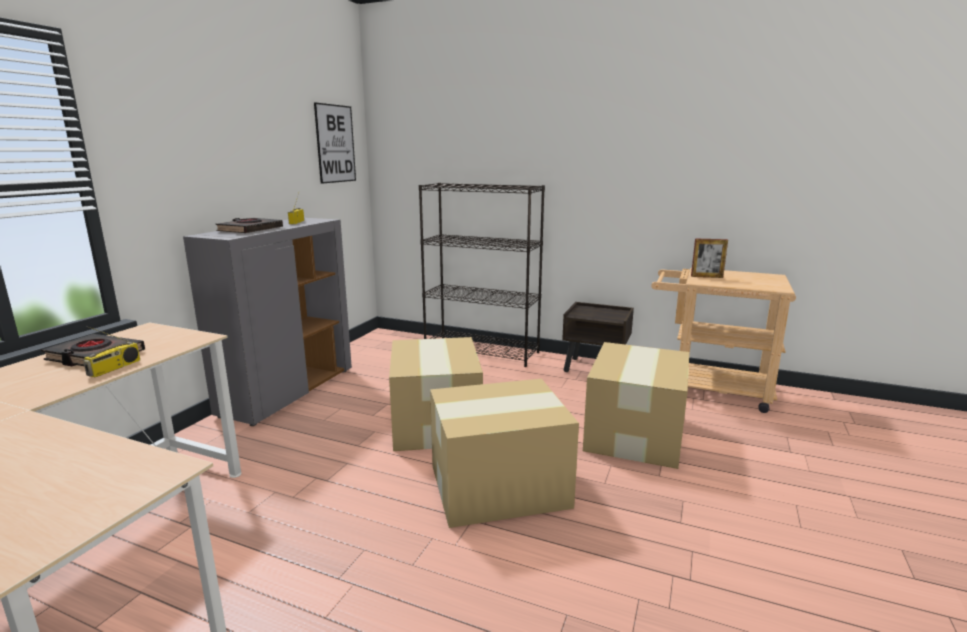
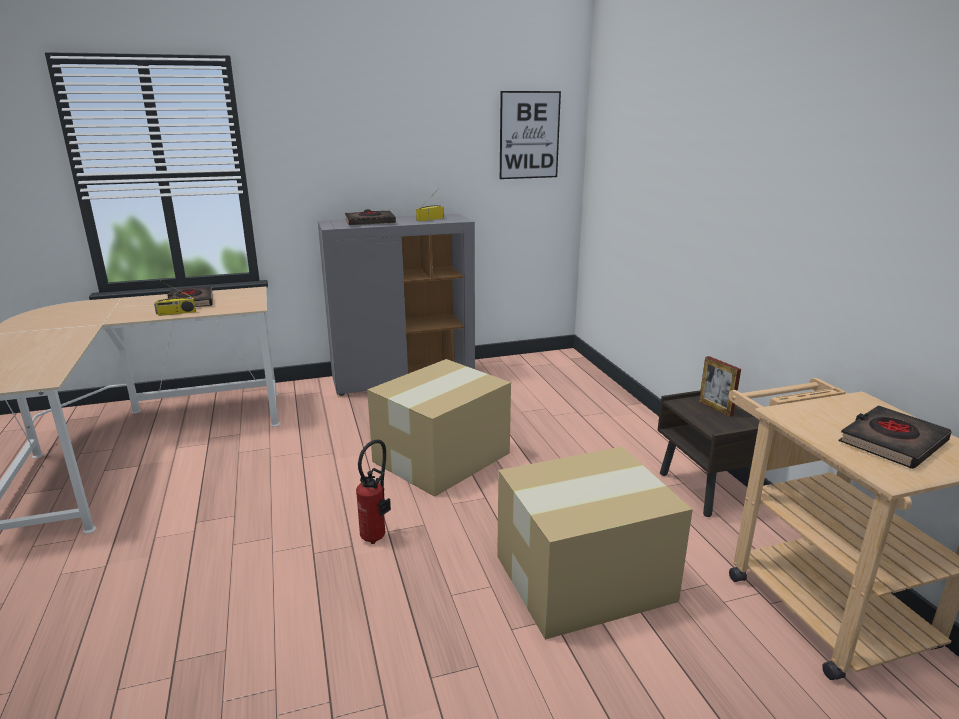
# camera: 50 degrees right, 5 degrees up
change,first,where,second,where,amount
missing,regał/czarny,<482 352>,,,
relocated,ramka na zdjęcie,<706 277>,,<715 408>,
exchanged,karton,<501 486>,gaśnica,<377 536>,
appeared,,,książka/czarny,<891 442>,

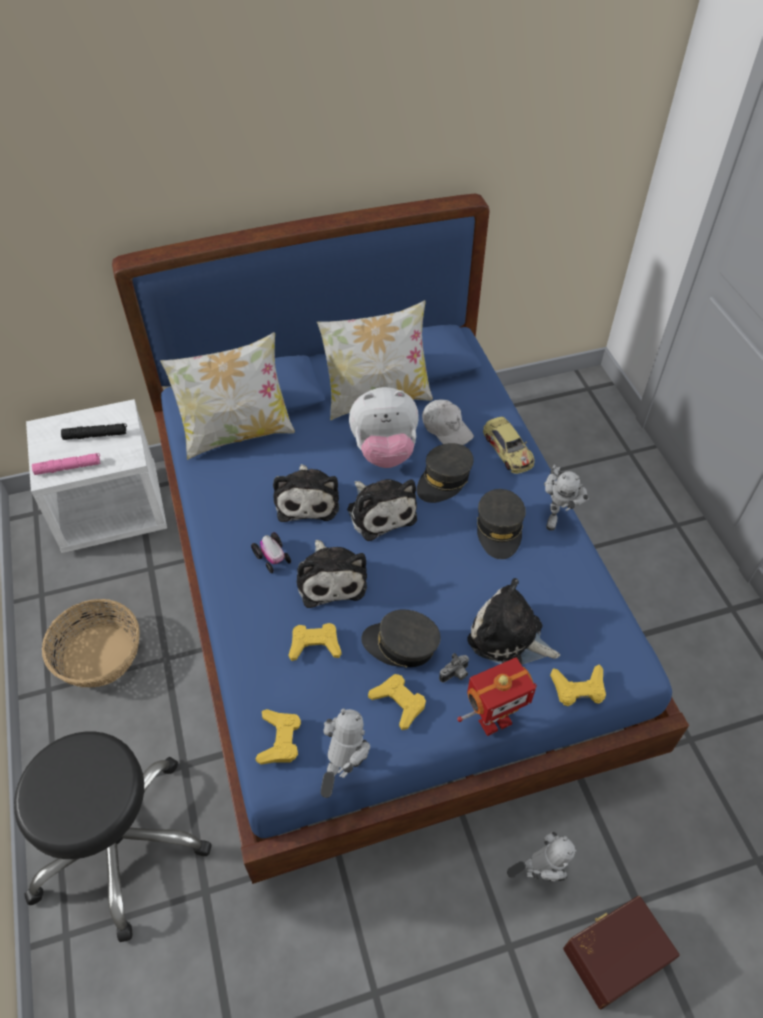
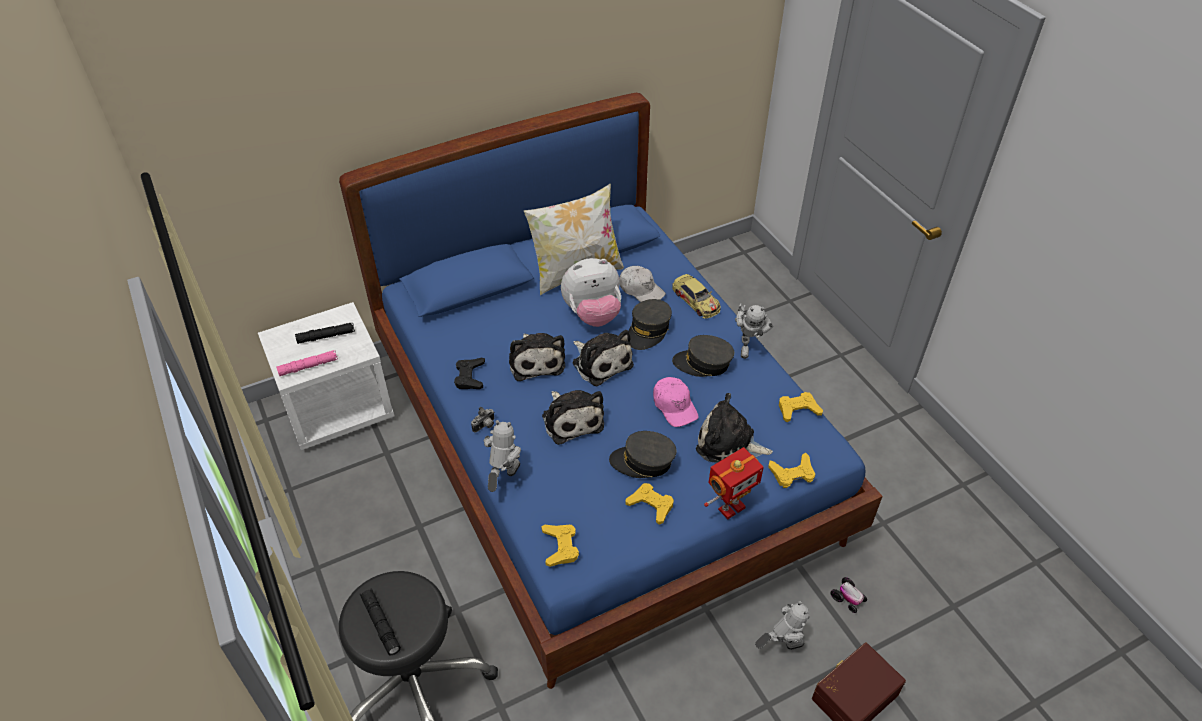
# camera: 10 degrees left, 5 degrees down
change,first,where,second,where,amount
missing,poduszka,<237 434>,,,
spun,czapka z daszkiem/szary,<499 529>,,<703 363>,105 degrees clockwise
relocated,samochodzik,<272 557>,,<847 598>,
missing,koszyk,<100 656>,,,
relocated,pad do gier/żółty,<315 644>,,<798 409>,
relocated,aparat fotograficzny,<455 675>,,<485 426>,
relocated,robot zabawkowy,<344 769>,,<503 479>,
appeared,,,pad do gier/czarny,<470 376>,
appeared,,,czapka z daszkiem/różowy,<674 406>,
appeared,,,latarka/czarny,<381 624>,

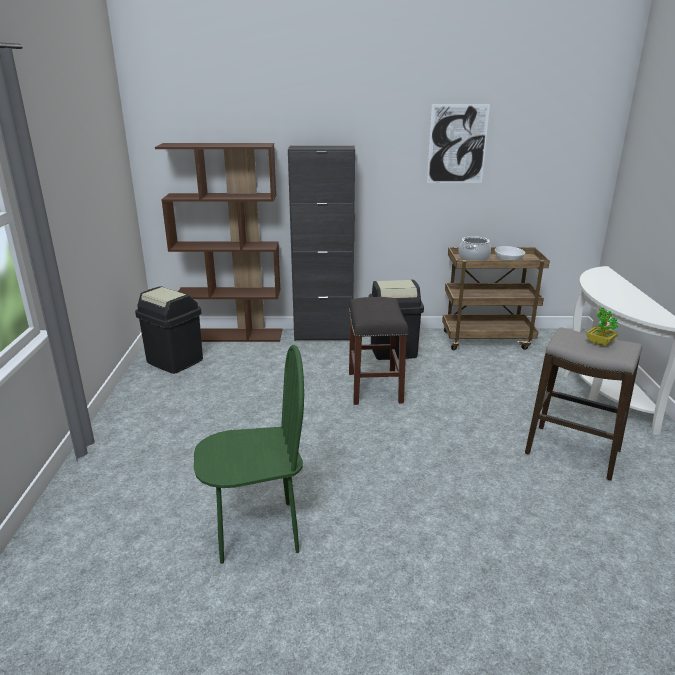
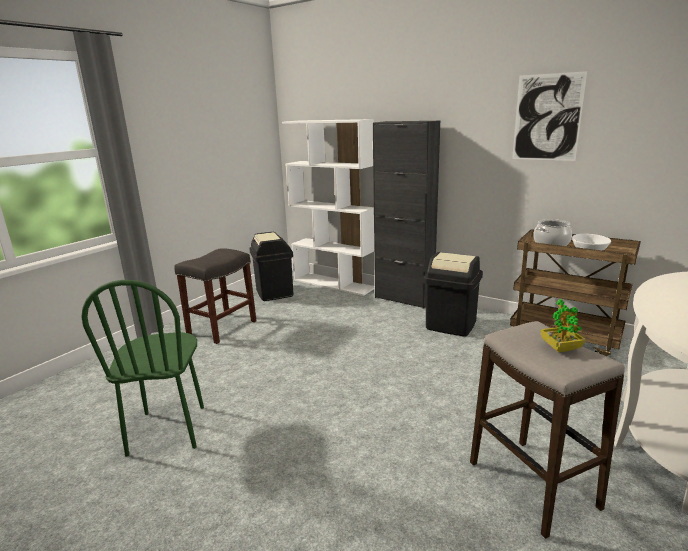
# camera: 35 degrees right, 5 degrees down
change,first,where,second,where,amount
colour,regał/brązowy,<232 335>,regał/biały,<334 284>,
relocated,stołek/szary,<375 388>,,<221 328>,
spun,krzesło/zielony,<257 532>,,<168 430>,60 degrees clockwise

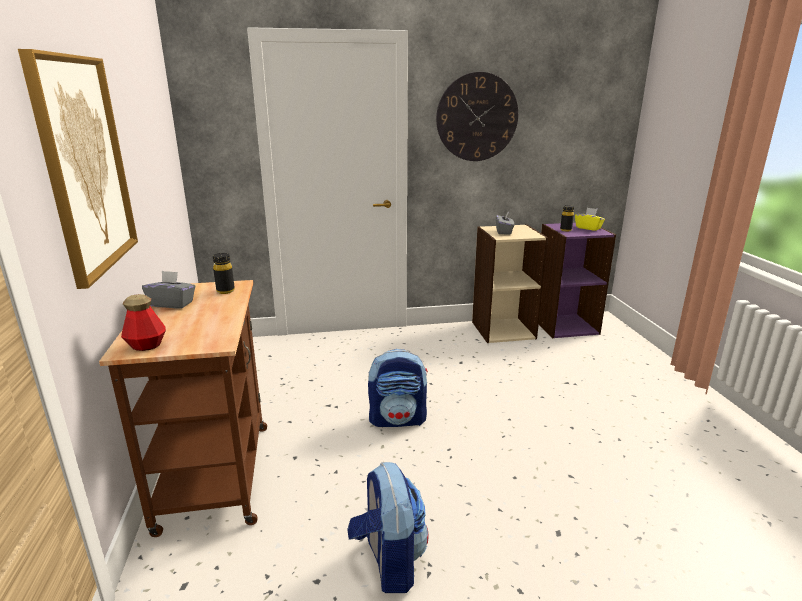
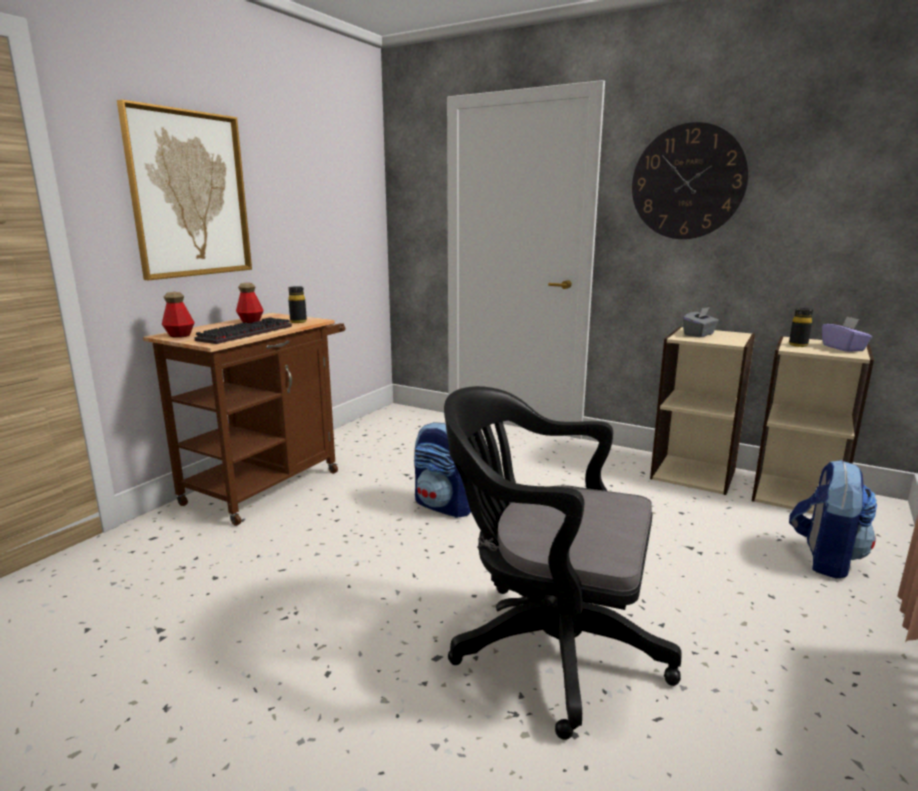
# camera: 40 degrees right, 5 degrees down
change,first,where,second,where,amount
colour,pudełko chusteczek/żółty,<588 228>,pudełko chusteczek/fioletowy,<843 348>,
colour,regał/fioletowy,<565 325>,regał/beżowy,<796 494>,
exchanged,pudełko chusteczek/szary,<172 304>,butelka,<250 322>,
relocated,plecak,<388 561>,,<824 558>,
appeared,,,klawiatura,<246 333>,
appeared,,,krzesło biurowe/czarny,<547 646>,

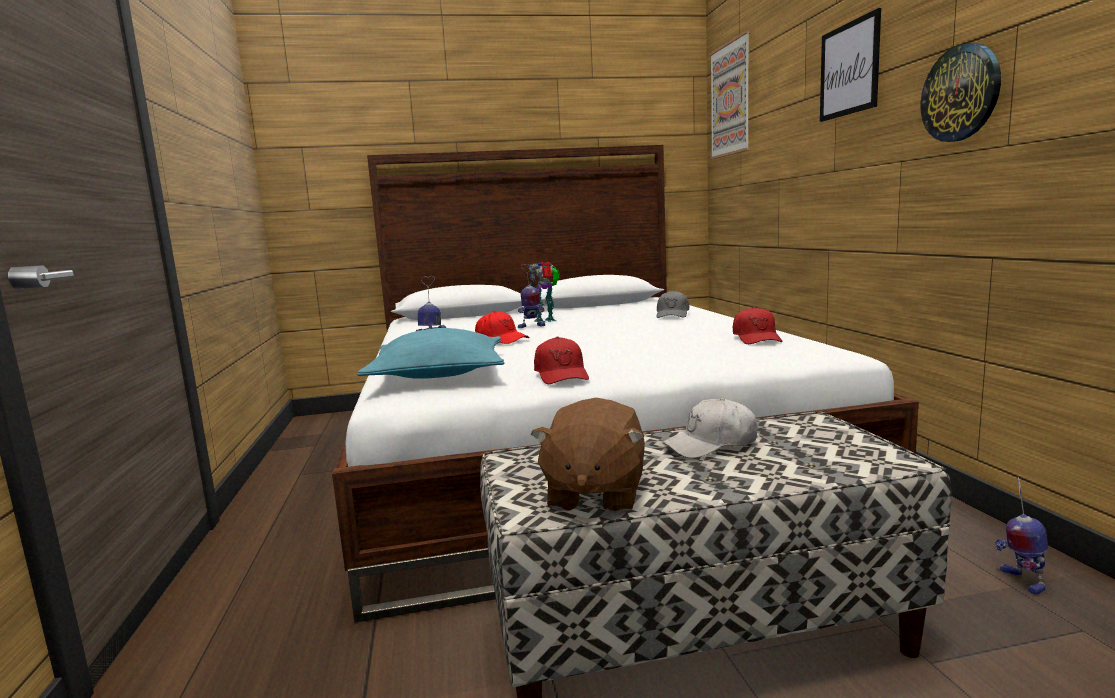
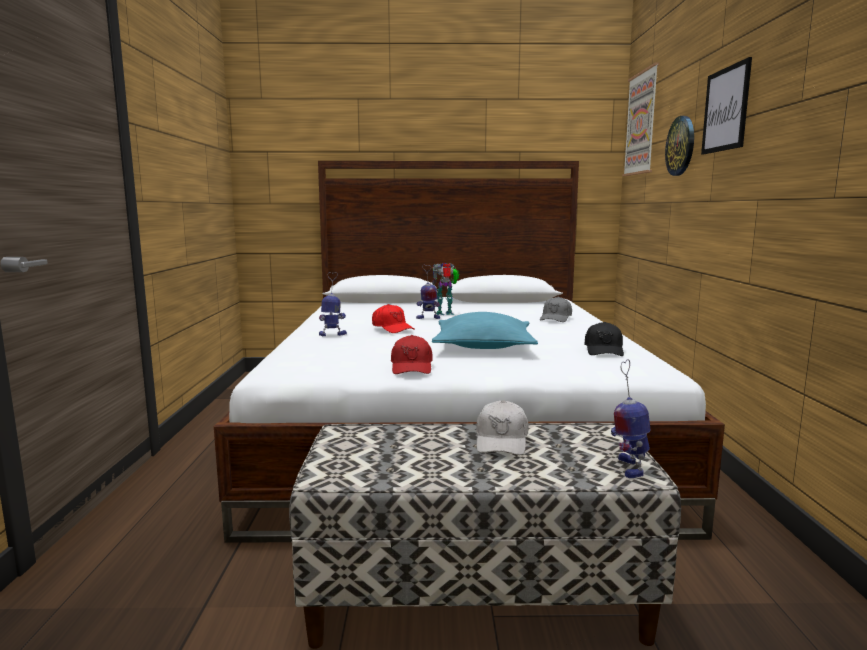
# camera: 10 degrees right, 0 degrees up
change,first,where,second,where,amount
relocated,zegar ścienny,<961 93>,,<681 146>,
colour,czapka z daszkiem/czerwony,<756 338>,czapka z daszkiem/czarny,<604 350>,
relocated,poduszka/turkusowy,<438 374>,,<483 346>,
missing,pluszak/brązowy,<594 494>,,,
spun,czapka z daszkiem/biały,<711 444>,,<502 441>,75 degrees counterclockwise
relocated,robot zabawkowy,<1021 580>,,<628 467>,

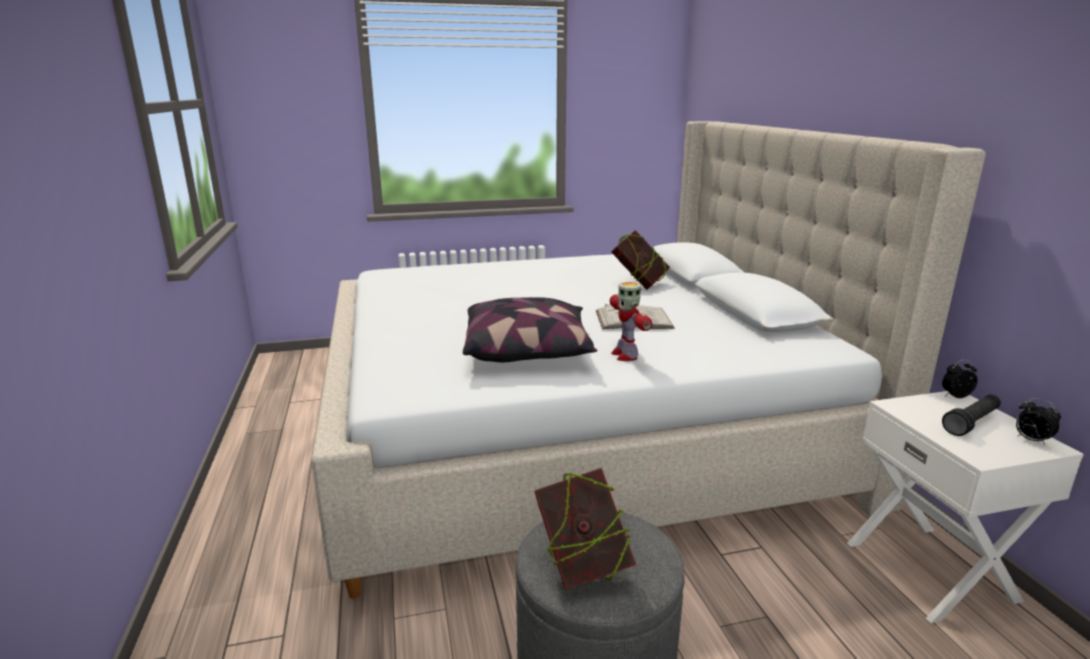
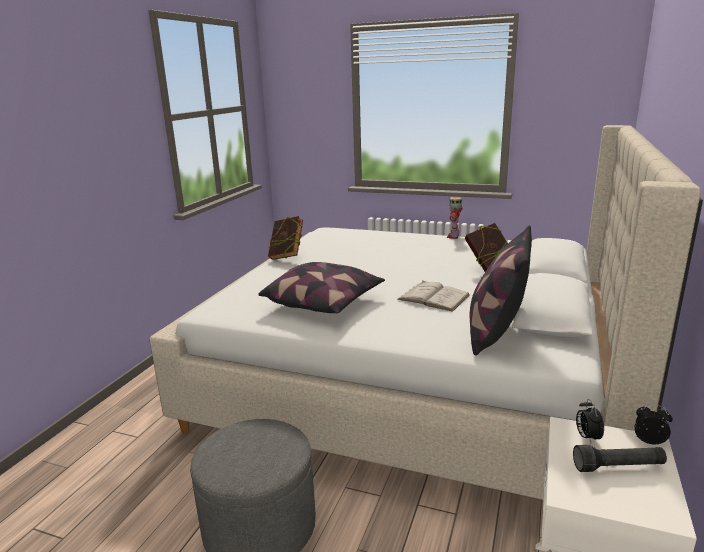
# camera: 35 degrees right, 0 degrees up
change,first,where,second,where,amount
relocated,robot zabawkowy,<625 355>,,<453 236>,
relocated,budzik,<1031 440>,,<587 437>,
relocated,książka,<583 566>,,<287 257>,
appeared,,,poduszka,<495 333>,

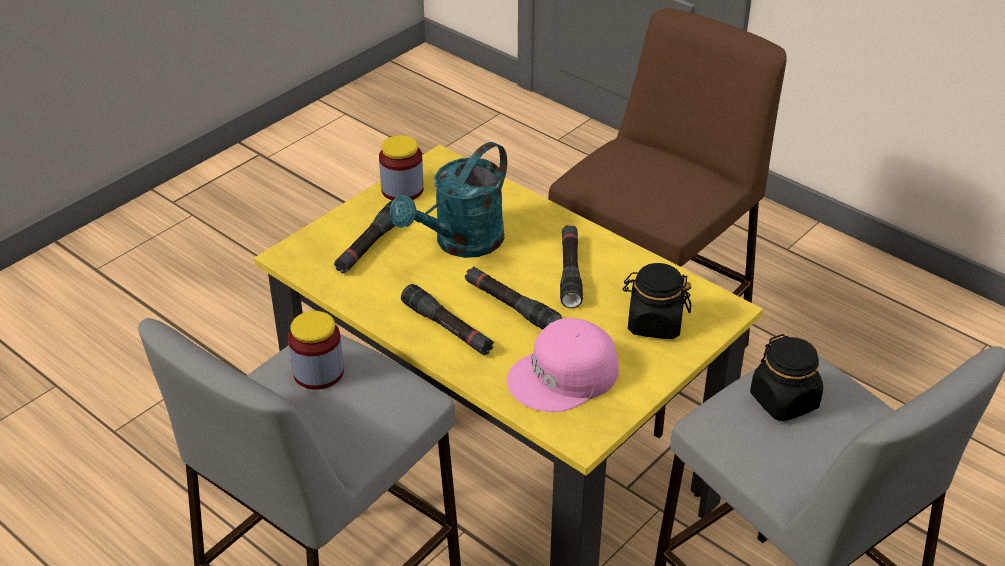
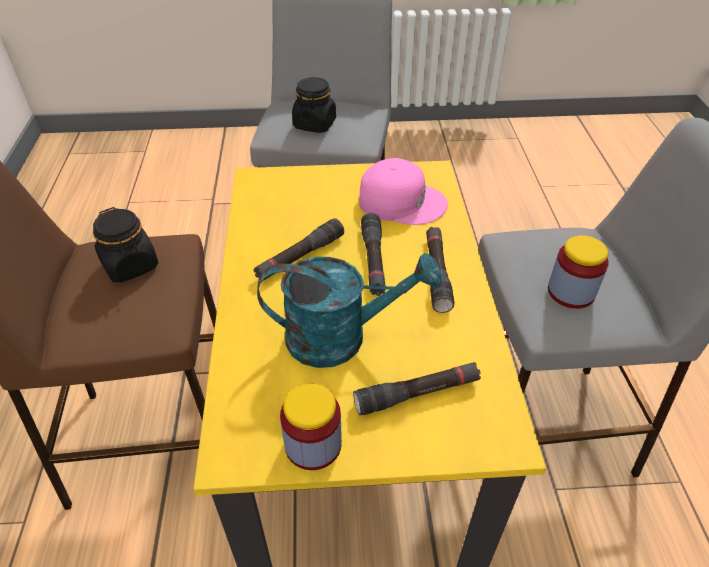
# camera: 135 degrees left, 5 degrees up
change,first,where,second,where,amount
relocated,słoik/czarny,<654 323>,,<130 265>,

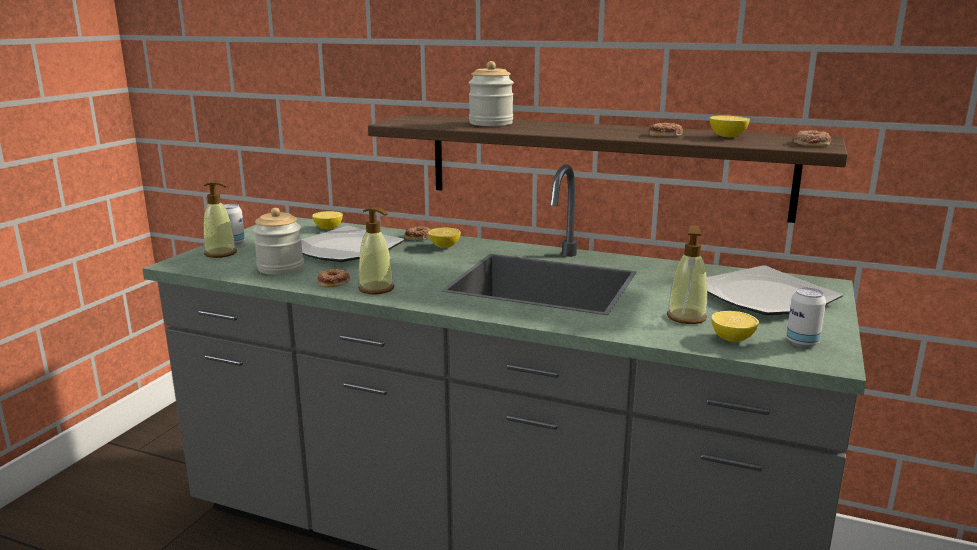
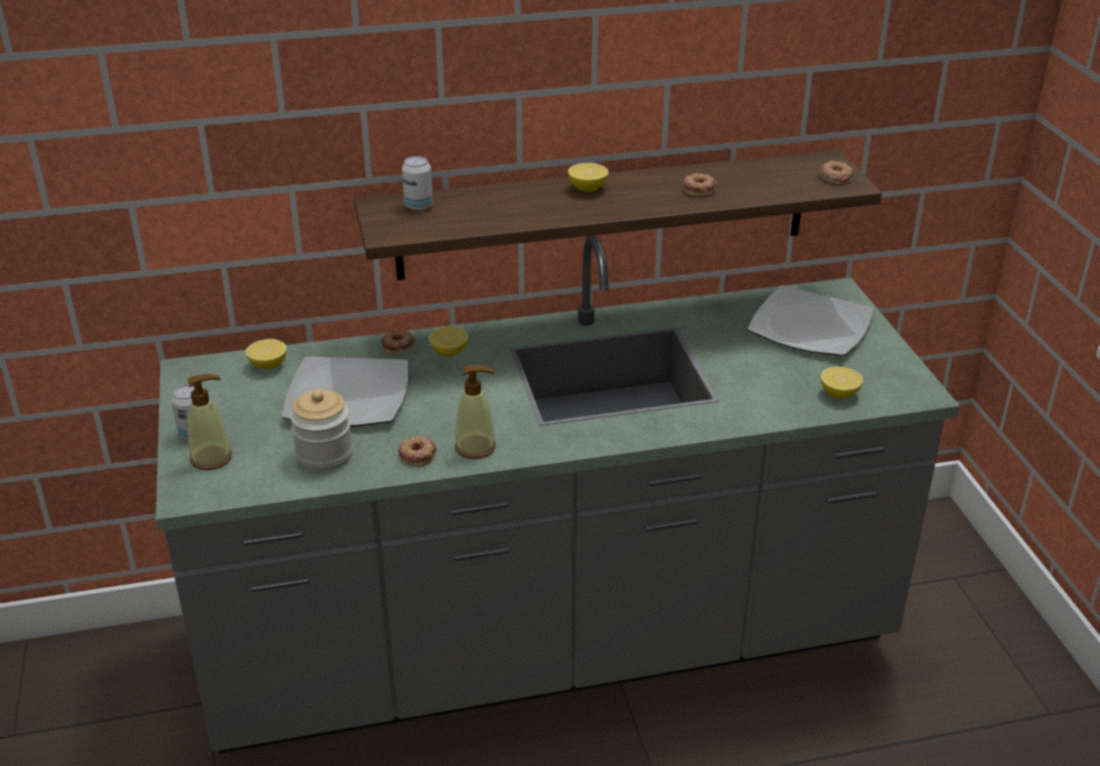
# camera: 35 degrees left, 15 degrees up
change,first,where,second,where,amount
missing,słoik,<491 123>,,,
relocated,cytryna,<727 136>,,<587 188>,
missing,dozownik mydła,<686 317>,,,
relocated,puszka,<802 342>,,<418 206>,

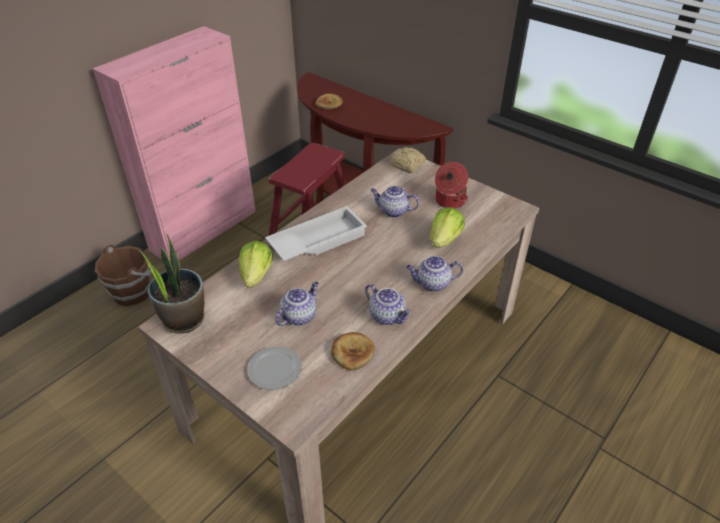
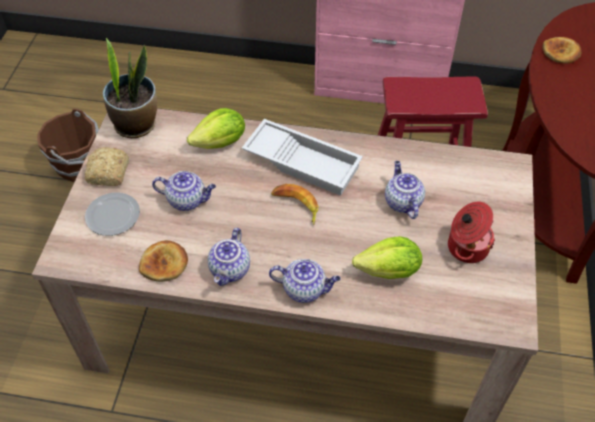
# camera: 60 degrees right, 10 degrees up
change,first,where,second,where,amount
relocated,chleb,<408 166>,,<108 173>,
relocated,wiadro/brązowy,<133 292>,,<79 166>,
spun,imbryk,<432 284>,,<305 289>,135 degrees clockwise
appeared,,,banan,<296 205>,

